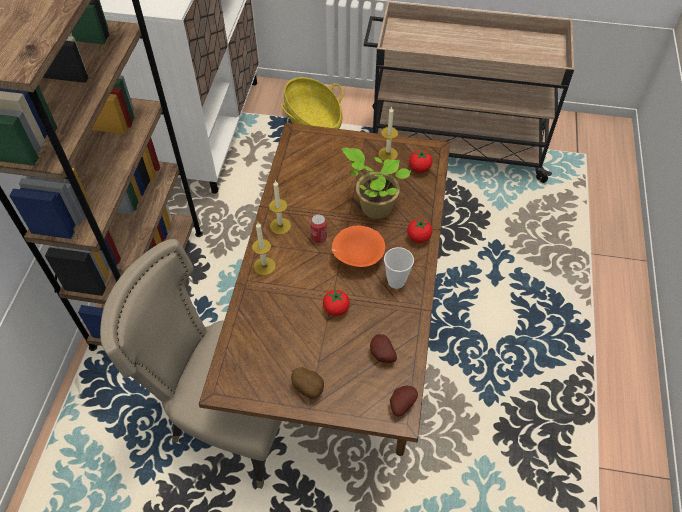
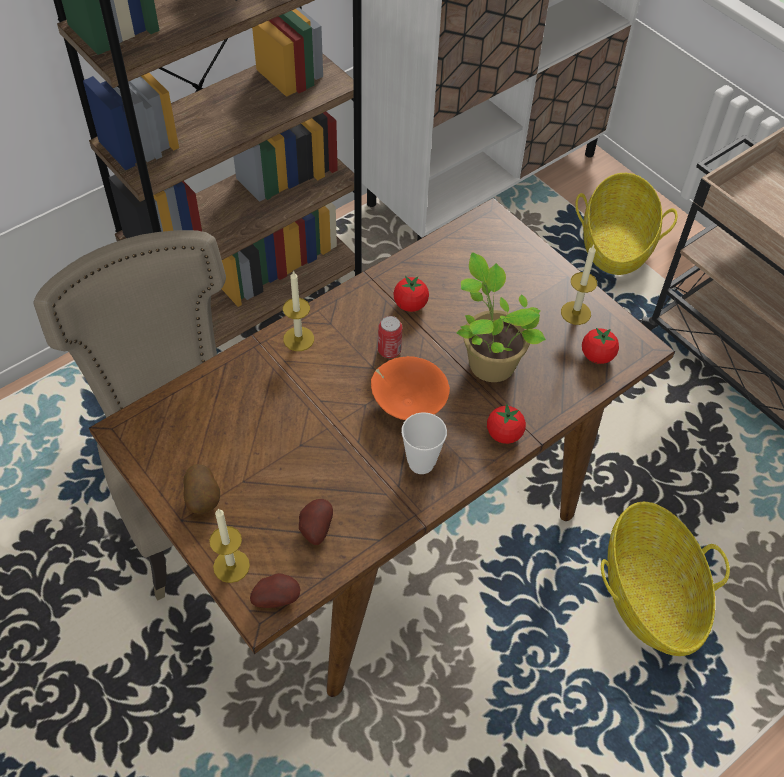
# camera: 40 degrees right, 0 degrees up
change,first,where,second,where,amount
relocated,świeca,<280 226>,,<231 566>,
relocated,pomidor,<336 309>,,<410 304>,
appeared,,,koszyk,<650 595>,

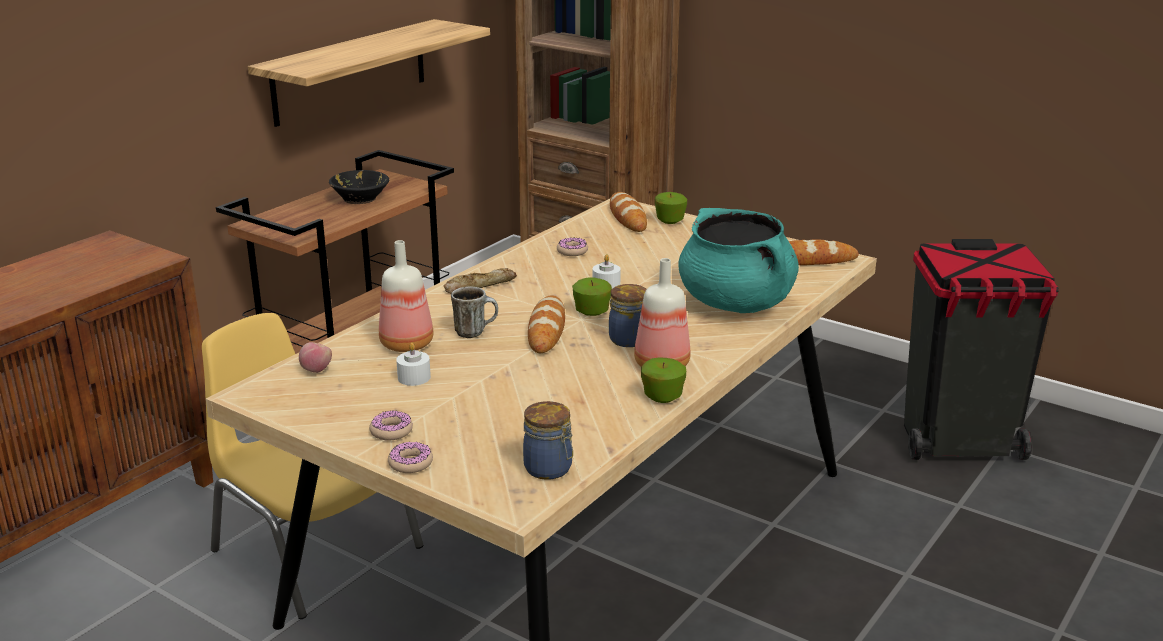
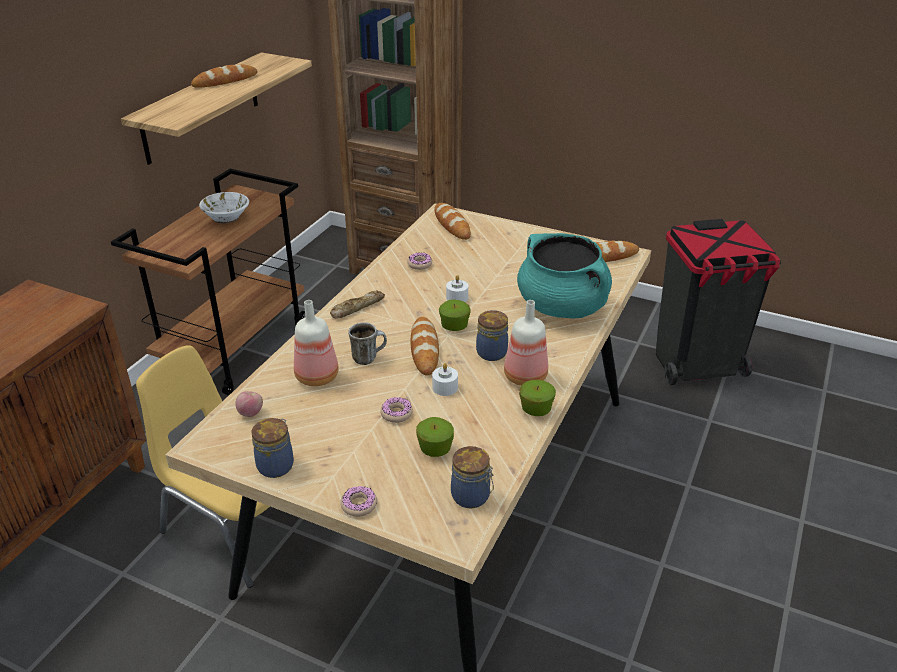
# camera: 10 degrees left, 10 degrees up
change,first,where,second,where,amount
colour,miska/czarny,<361 199>,miska/biały,<227 217>,
relocated,jabłko,<670 220>,,<435 449>,
relocated,świeca/biały,<414 377>,,<445 387>,
relocated,donut,<391 431>,,<396 413>,
appeared,,,chleb,<225 81>,
appeared,,,słoik,<277 465>,

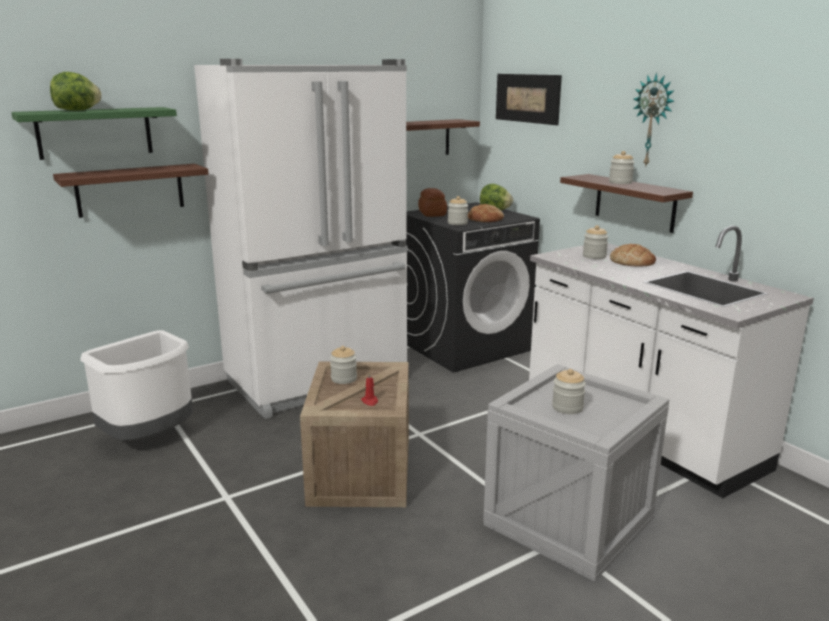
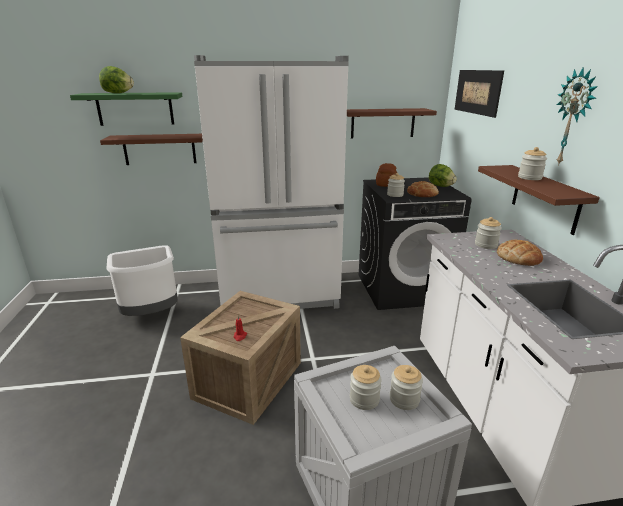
# camera: 25 degrees right, 5 degrees up
change,first,where,second,where,amount
relocated,słoik,<344 379>,,<404 399>,

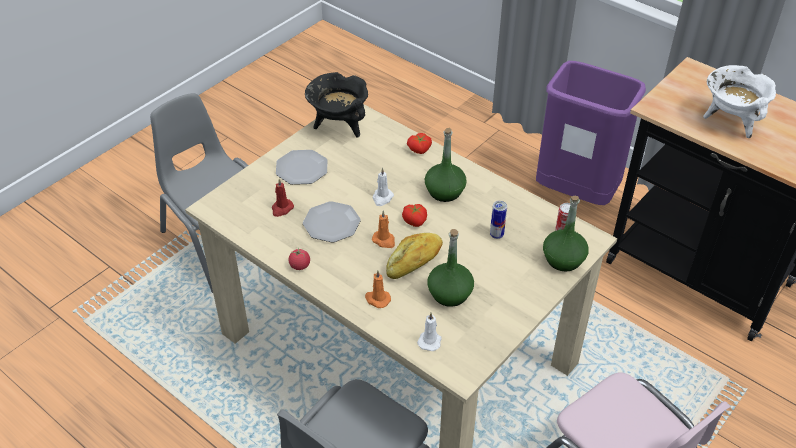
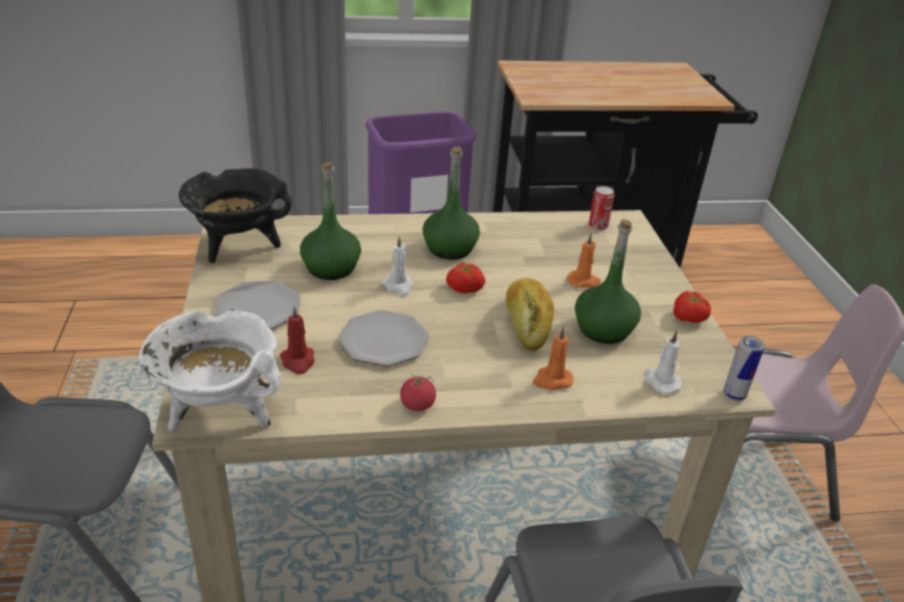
# camera: 50 degrees left, 10 degrees down
change,first,where,second,where,amount
relocated,garnek/biały,<731 121>,,<220 412>,
relocated,pomidor,<419 150>,,<689 318>,
relocated,butelka/zielony,<563 259>,,<330 268>,
relocated,puszka,<496 235>,,<734 395>,
relocated,świeca/pomarańczowy,<384 240>,,<583 281>,

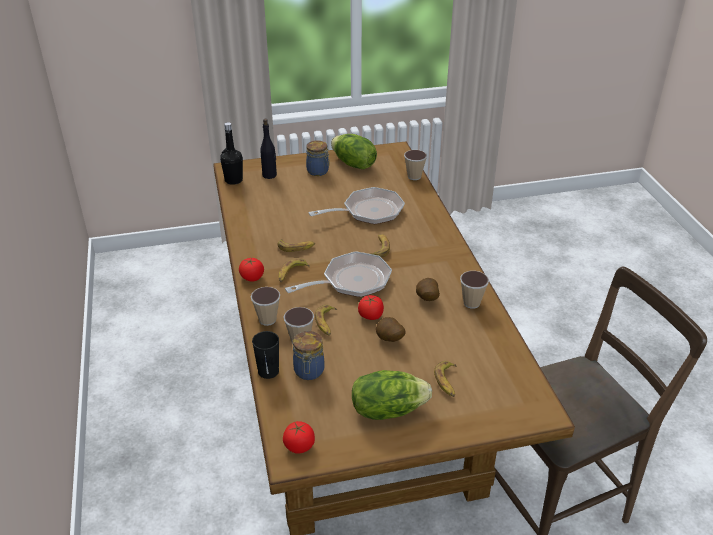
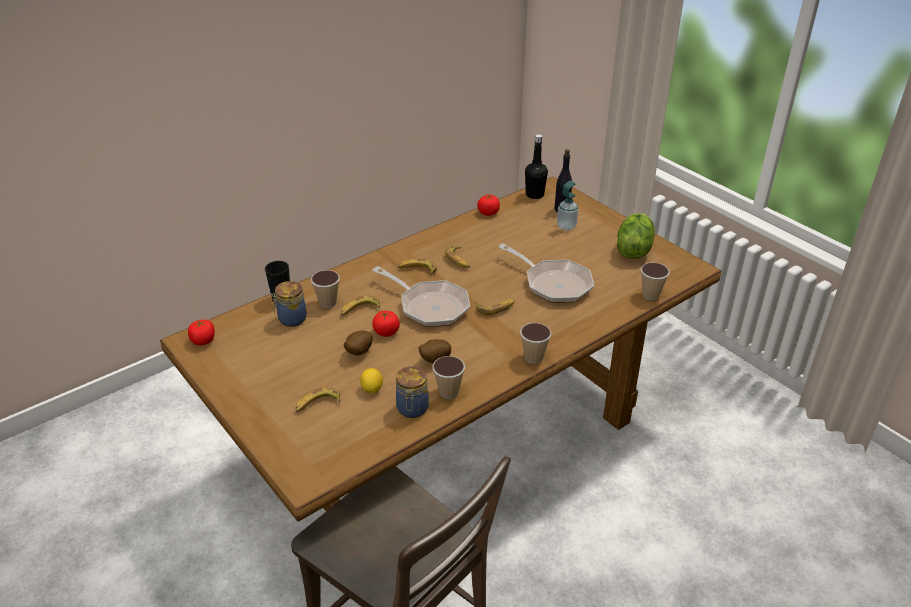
# camera: 65 degrees right, 0 degrees up
change,first,where,second,where,amount
relocated,słoik,<318 171>,,<412 409>,
relocated,pomidor,<252 277>,,<488 212>,
relocated,filiżanka,<267 320>,,<533 358>,
missing,sałata,<388 409>,,,
appeared,,,dozownik mydła,<566 226>,
appeared,,,cytryna,<372 389>,

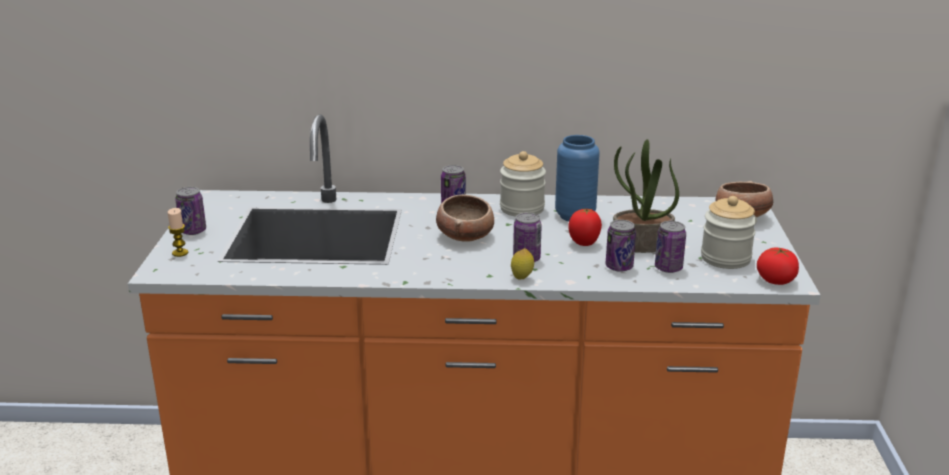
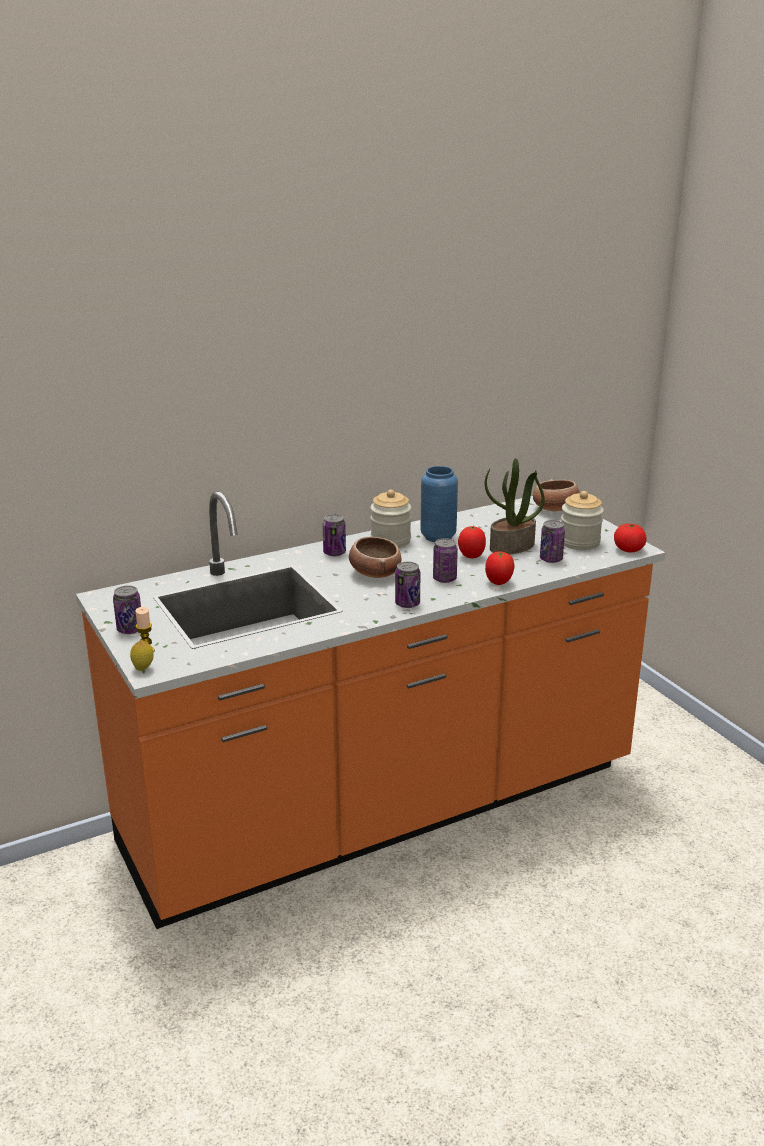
# camera: 30 degrees left, 0 degrees up
change,first,where,second,where,amount
relocated,puszka,<619 267>,,<407 604>,
relocated,cytryna,<522 278>,,<143 669>,
appeared,,,pomidor,<498 583>,

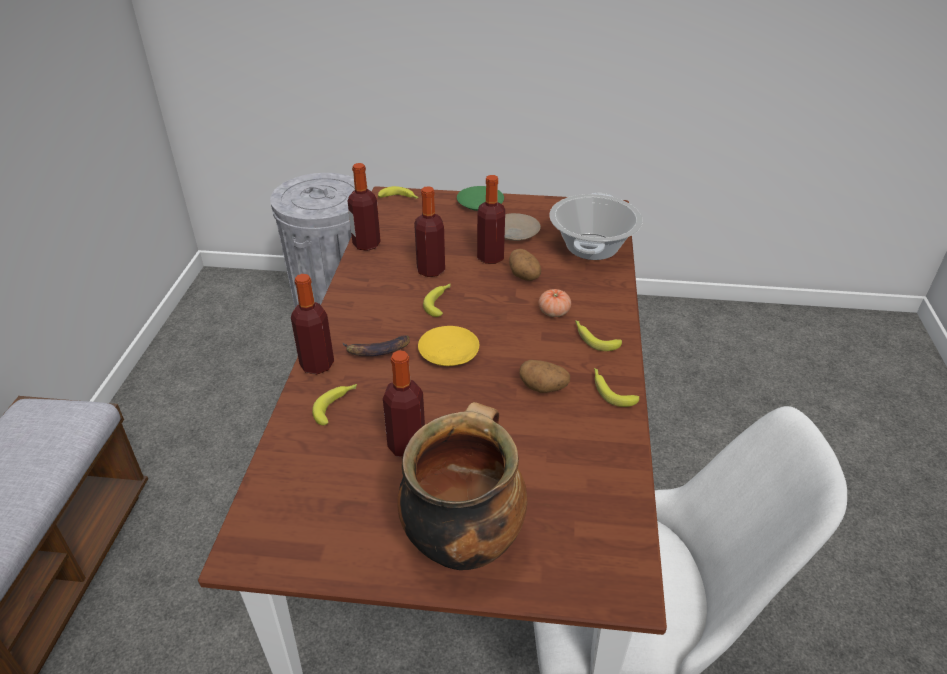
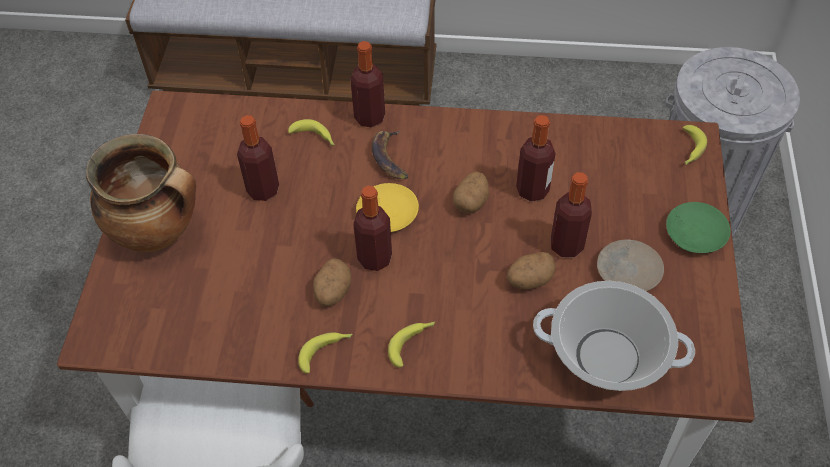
# camera: 90 degrees right, 15 degrees up
change,first,where,second,where,amount
relocated,butelka,<366 244>,,<374 258>,
exchanged,banan,<440 302>,ziemniak,<471 201>,
missing,pomidor,<554 312>,,,

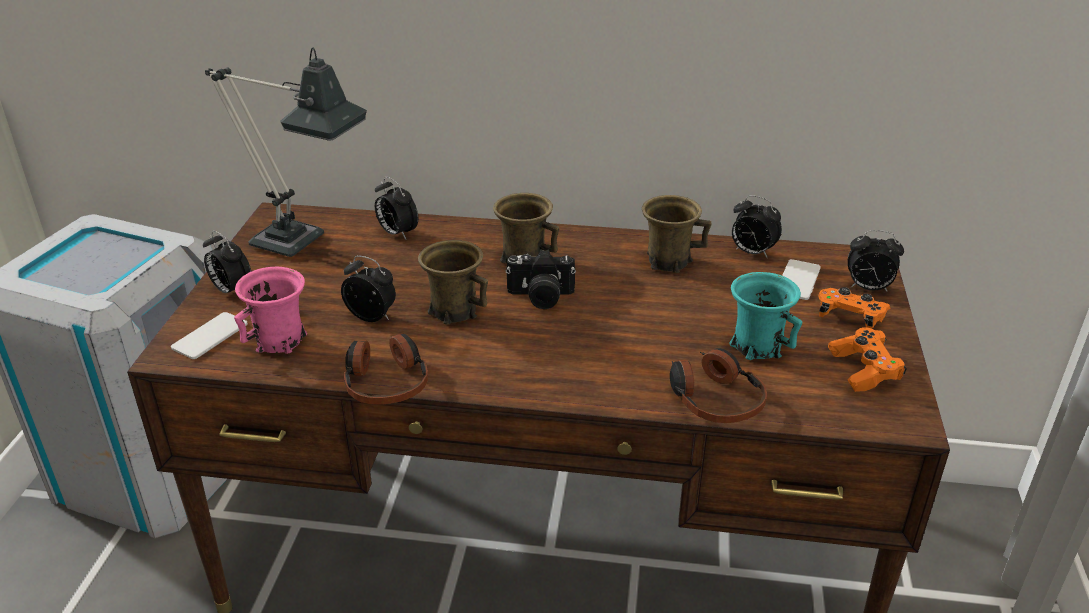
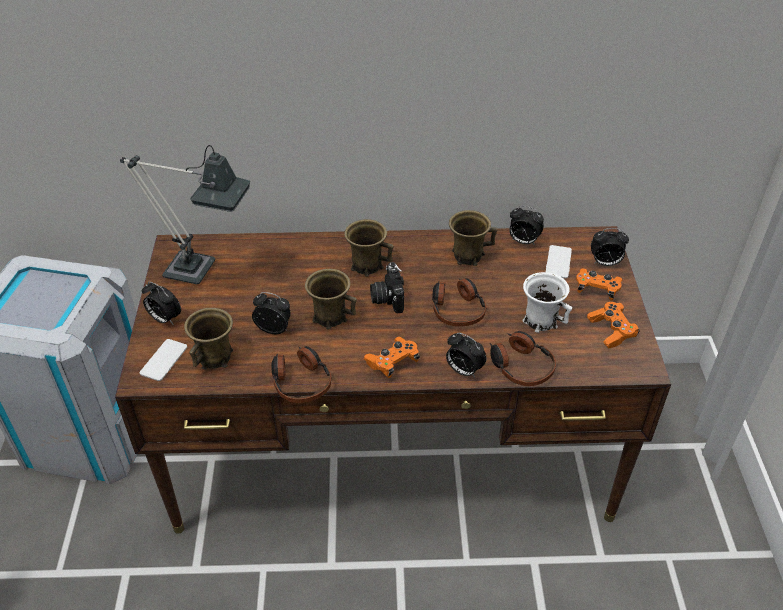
# camera: 10 degrees left, 10 degrees up
change,first,where,second,where,amount
relocated,budzik,<397 233>,,<463 370>,
spun,aparat fotograficzny,<540 297>,,<387 298>,90 degrees clockwise
colour,kubek/różowy,<280 340>,kubek/brązowy,<215 357>,
colour,kubek/turkusowy,<758 345>,kubek/biały,<541 320>,
appeared,,,słuchawki,<457 309>,
appeared,,,pad do gier/pomarańczowy,<392 362>,

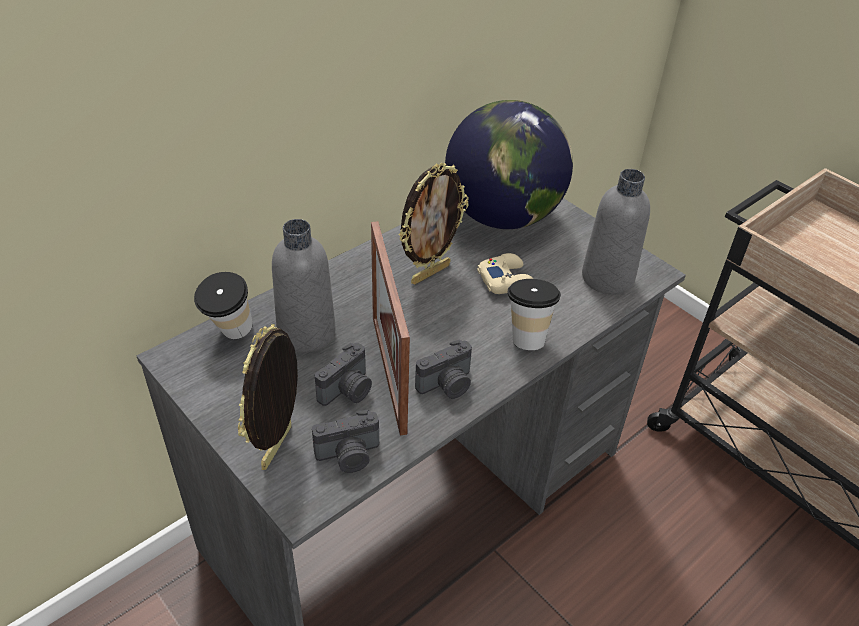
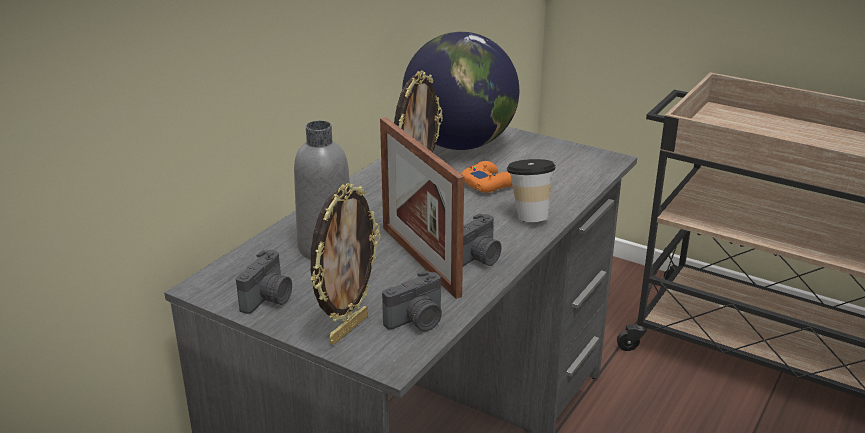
# camera: 15 degrees left, 15 degrees down
change,first,where,second,where,amount
missing,butelka/szary,<607 278>,,,
colour,pad do gier/beżowy,<506 280>,pad do gier/pomarańczowy,<488 184>,
missing,filiżanka,<230 335>,,,
spun,ramka na zdjęcie,<279 448>,,<348 328>,150 degrees counterclockwise
relocated,aparat fotograficzny,<348 391>,,<269 299>,

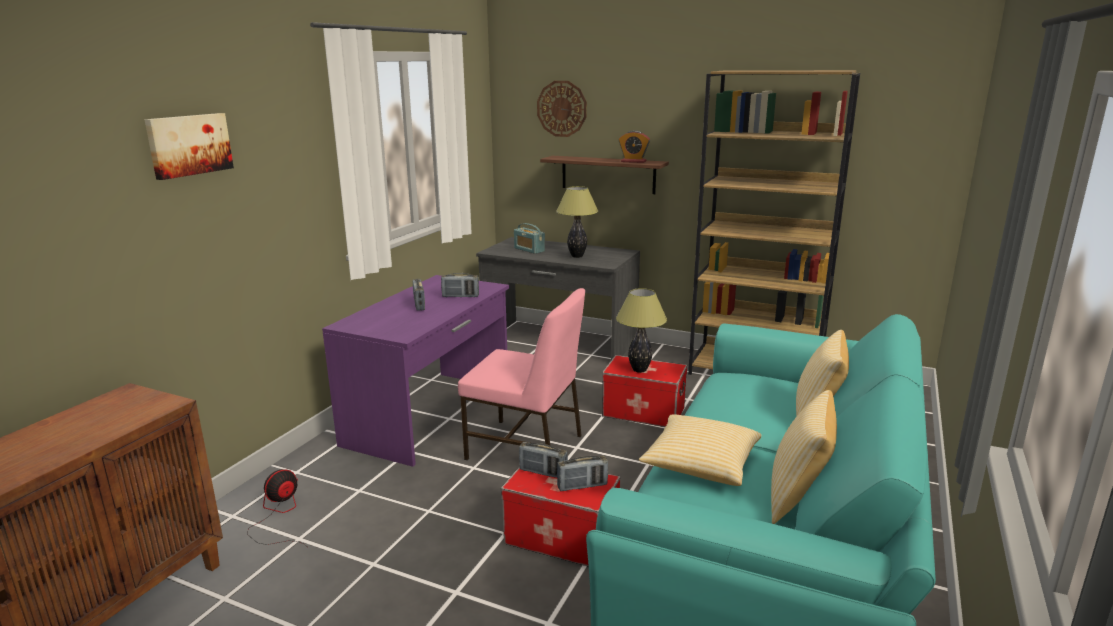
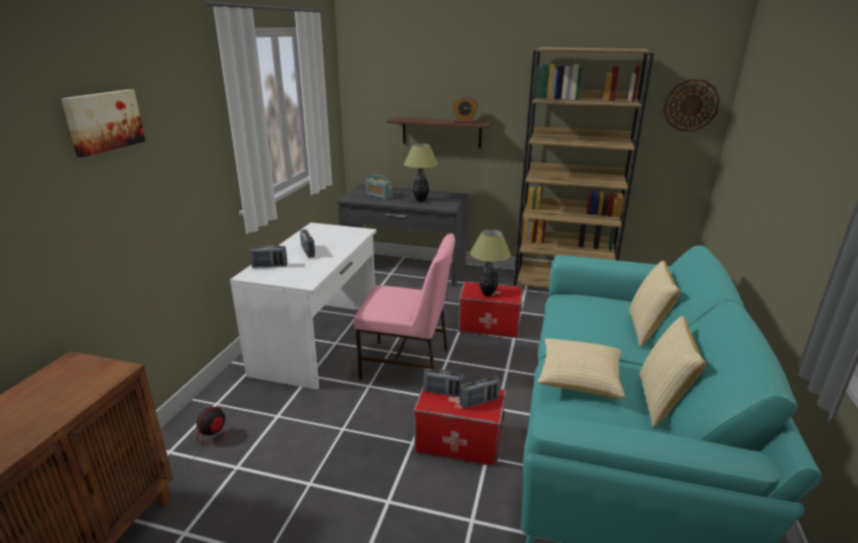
# camera: 10 degrees left, 5 degrees up
change,first,where,second,where,amount
relocated,zegar ścienny,<562 108>,,<691 105>,
relocated,radio,<460 296>,,<269 266>,
colour,biurko/fioletowy,<431 414>,biurko/biały,<319 340>,

